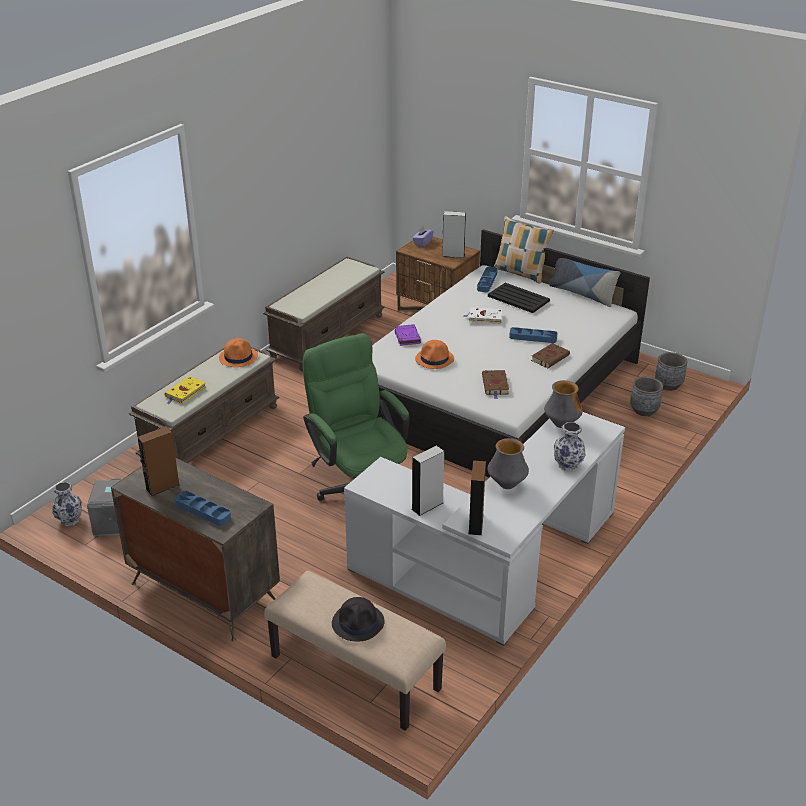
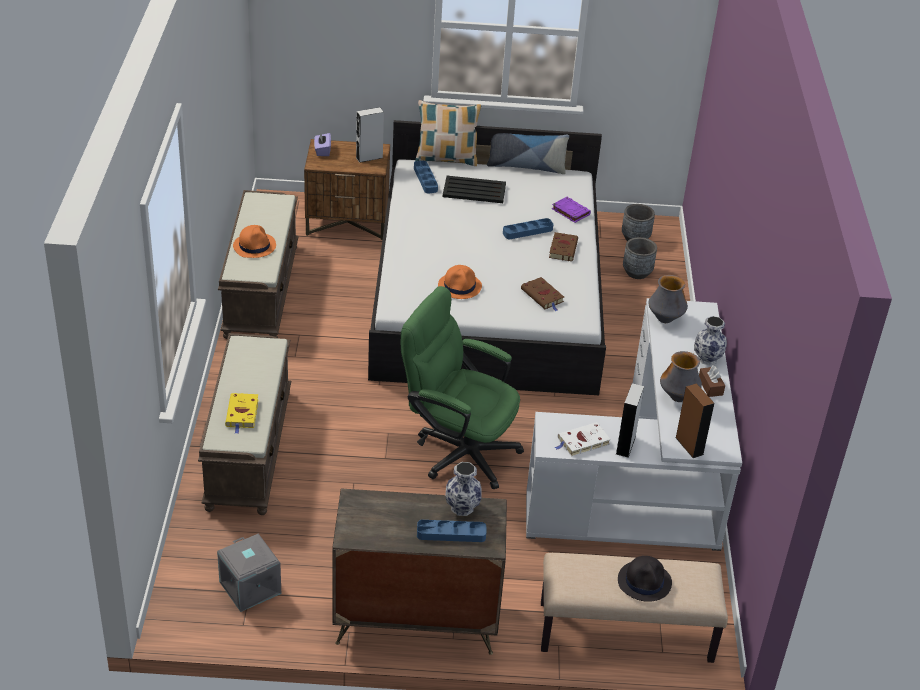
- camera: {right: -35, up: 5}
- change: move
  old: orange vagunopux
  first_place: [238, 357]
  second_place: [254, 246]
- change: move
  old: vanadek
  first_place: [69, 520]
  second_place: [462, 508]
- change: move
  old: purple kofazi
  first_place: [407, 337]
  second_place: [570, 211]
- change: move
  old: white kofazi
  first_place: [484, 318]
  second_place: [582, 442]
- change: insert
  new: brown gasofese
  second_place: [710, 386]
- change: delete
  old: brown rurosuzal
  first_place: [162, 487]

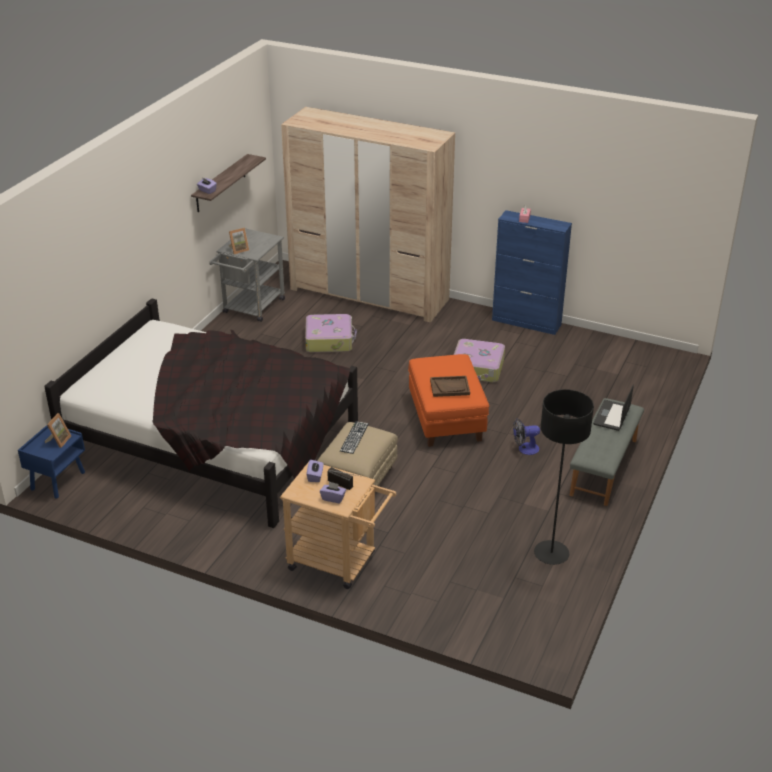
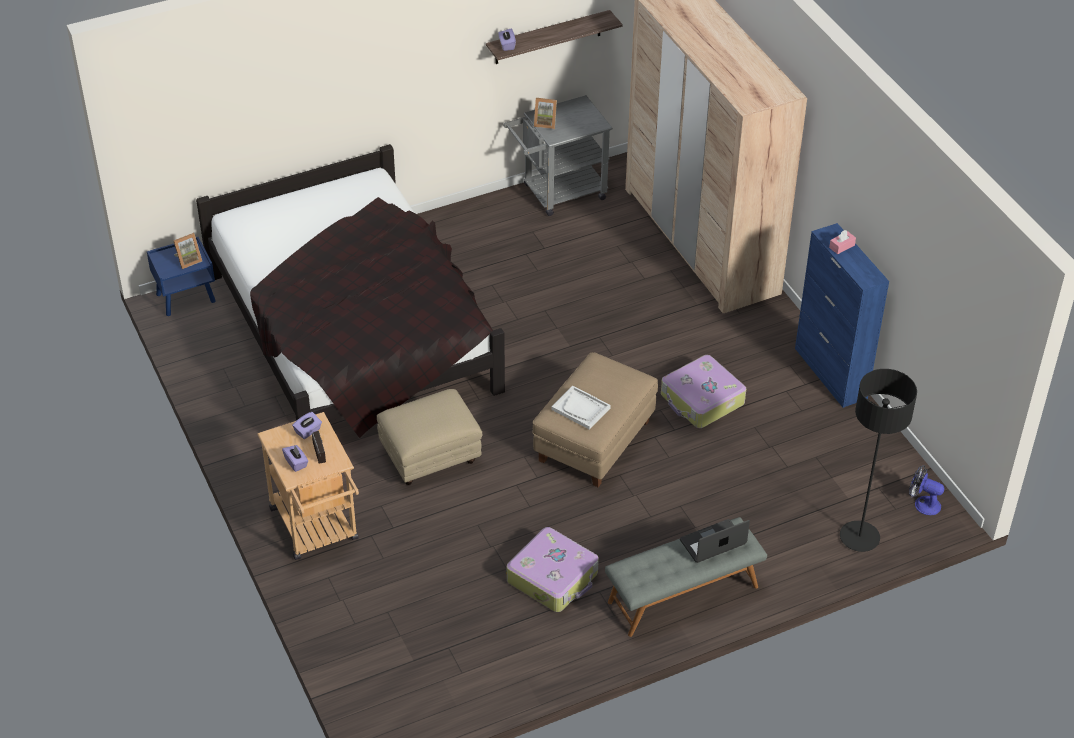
- camera: {right: 40, up: 10}
- change: move
  old: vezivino
  first_place: [329, 340]
  second_place: [553, 577]
- change: recolor
  old: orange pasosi
  new: beige pasosi
  first_place: [446, 419]
  second_place: [594, 441]
- change: recolor
  old: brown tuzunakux
  new: white tuzunakux
  first_place: [450, 387]
  second_place: [581, 409]
- change: move
  old: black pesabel
  first_place: [551, 554]
  second_place: [859, 537]
- change: move
  old: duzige
  first_place: [524, 449]
  second_place: [922, 504]
- change: delete
  old: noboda
  first_place: [354, 437]

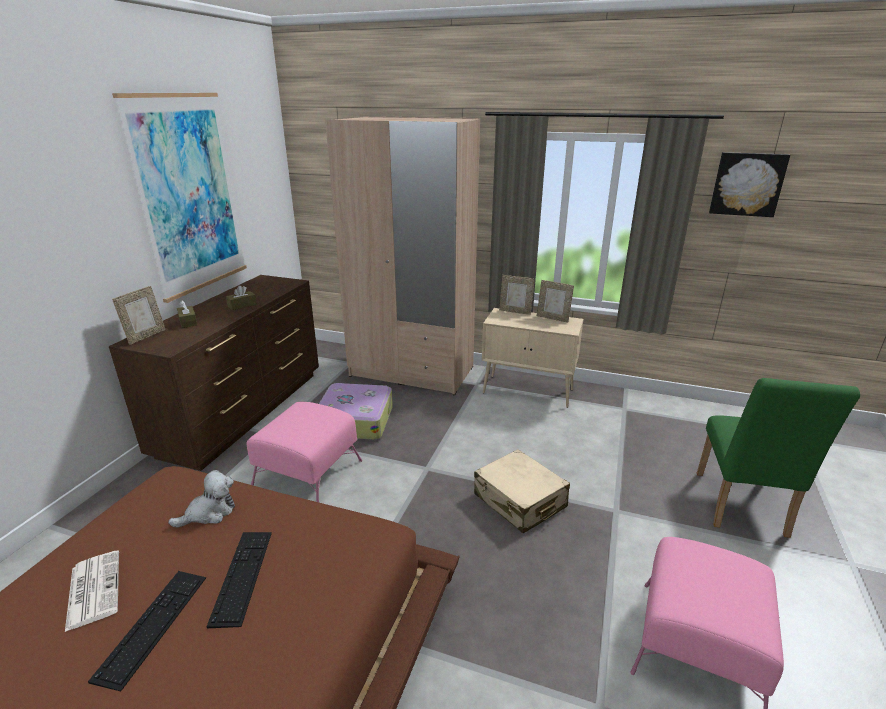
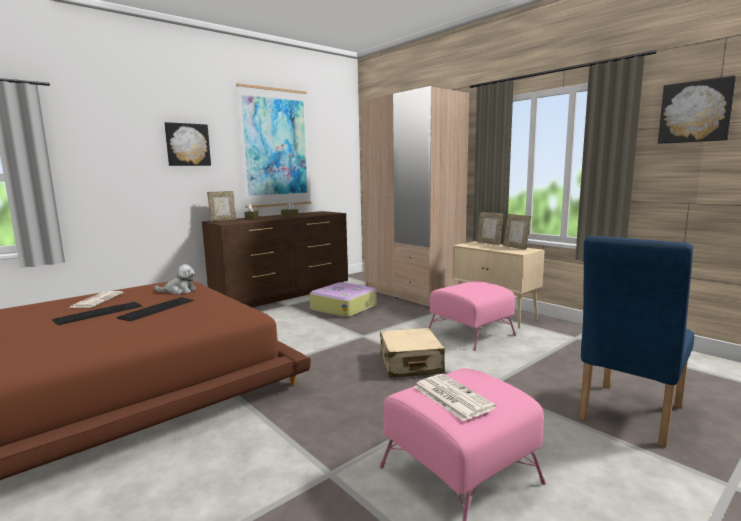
- camera: {right: 30, up: -15}
- change: insert
  new: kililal
  second_place: [187, 144]
- change: insert
  new: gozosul
  second_place: [451, 397]
- change: move
  old: pink pasosi
  first_place: [309, 472]
  second_place: [471, 333]
- change: recolor
  old: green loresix
  new: blue loresix
  first_place: [741, 508]
  second_place: [627, 416]

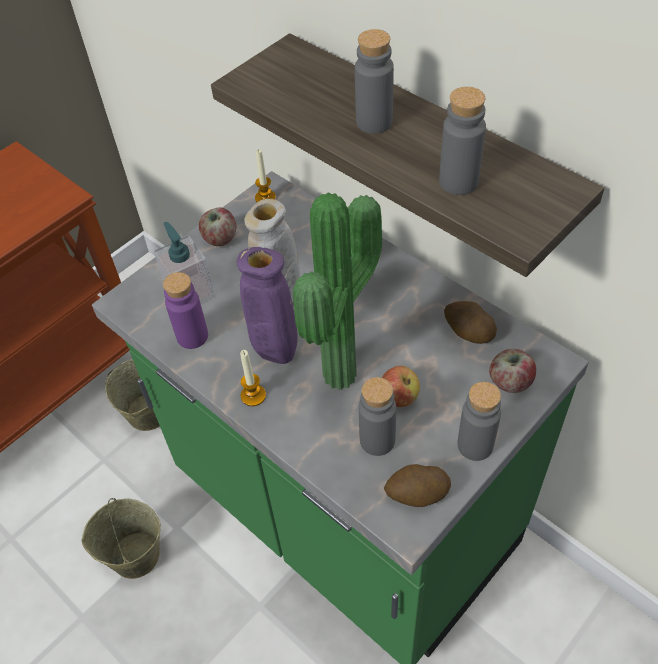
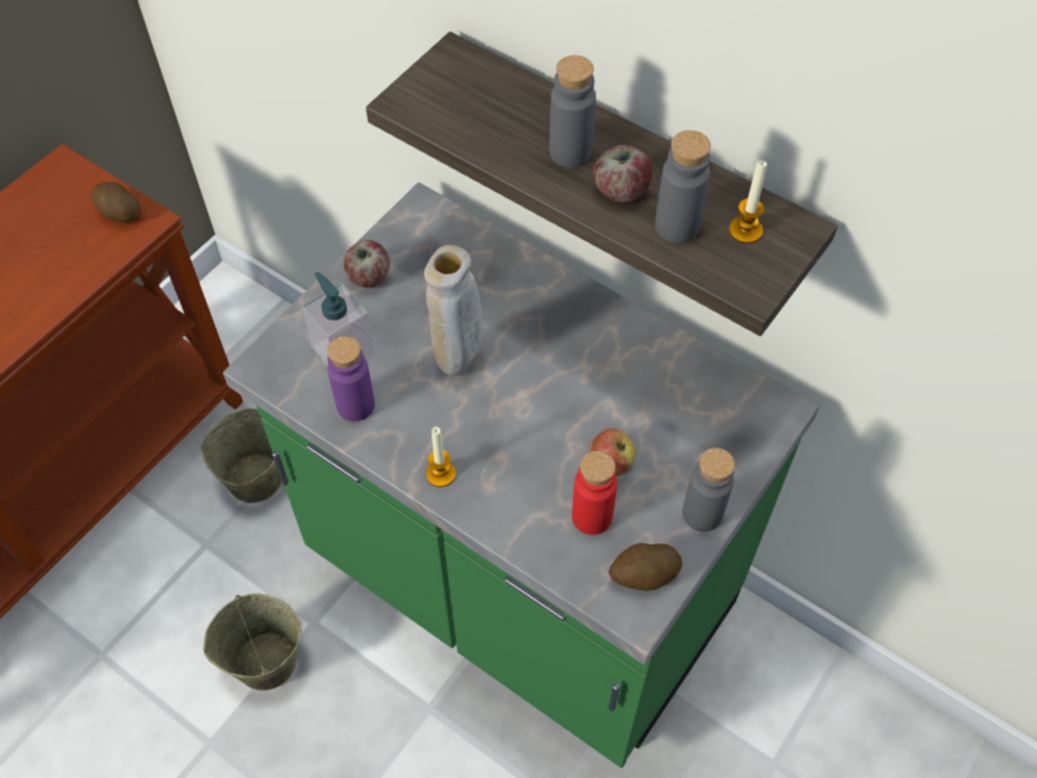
- camera: {right: -10, up: 5}
- change: move
  old: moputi
  first_place: [468, 332]
  second_place: [119, 213]
- change: recolor
  old: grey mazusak
  new: red mazusak
  first_place: [377, 440]
  second_place: [592, 516]
- change: move
  old: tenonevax
  first_place: [510, 382]
  second_place: [621, 191]
- change: move
  old: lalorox
  first_place: [265, 198]
  second_place: [745, 230]
- change: delete
  old: purple vanadek
  first_place: [276, 356]
- change: delete
  old: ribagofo
  first_place: [346, 377]

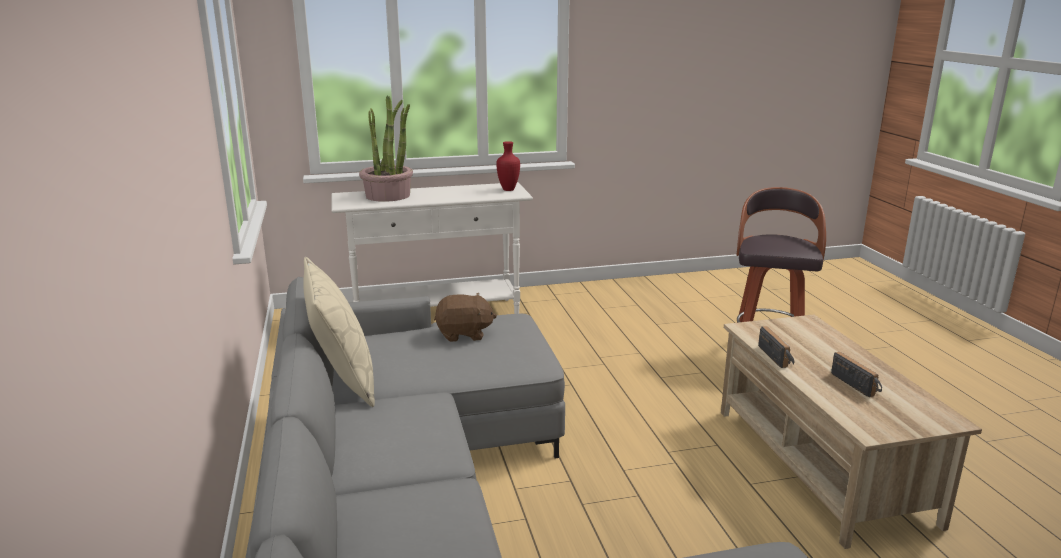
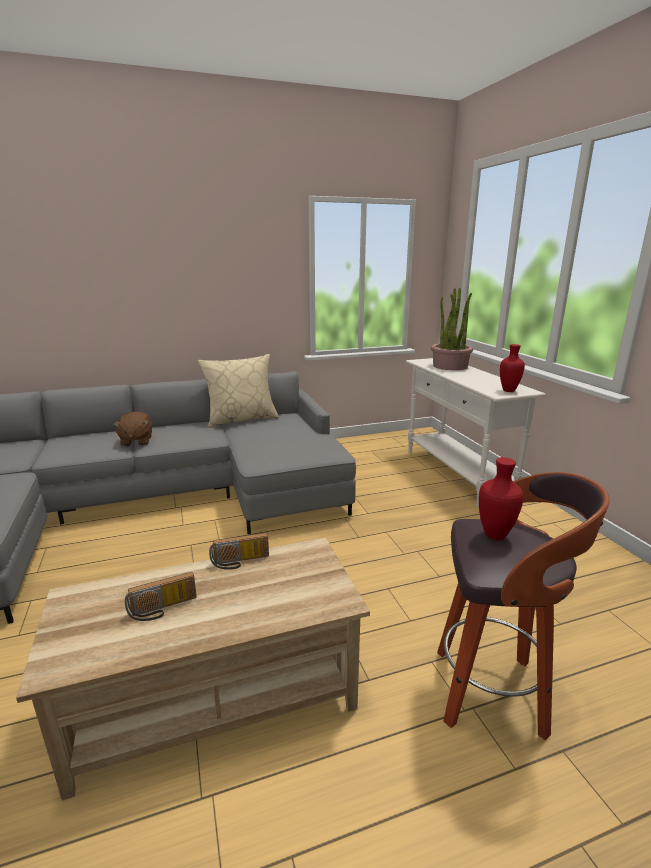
- camera: {right: 85, up: 0}
- change: move
  old: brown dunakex
  first_place: [464, 334]
  second_place: [136, 441]
- change: insert
  new: red vanadek
  second_place: [494, 535]

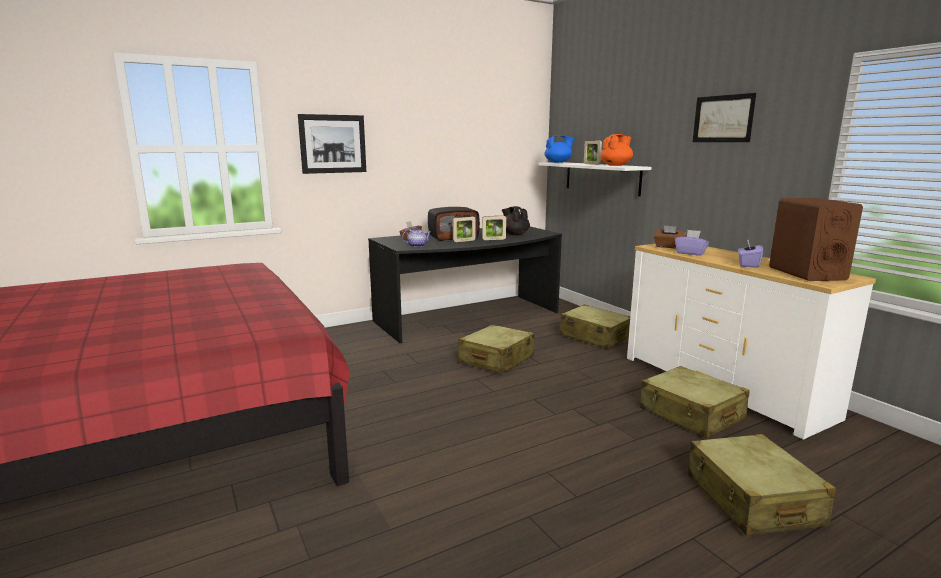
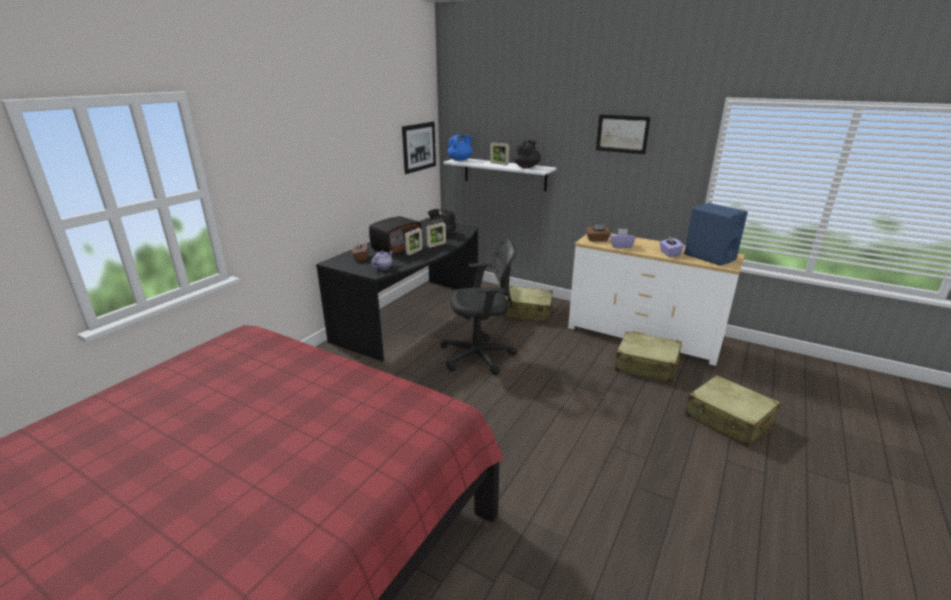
- camera: {right: -30, up: 10}
- change: move
  old: kililal
  first_place: [333, 144]
  second_place: [419, 147]
- change: replace
  old: beige vezivino
  new: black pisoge
  first_place: [496, 360]
  second_place: [480, 356]
- change: recolor
  old: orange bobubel
  new: black bobubel
  first_place: [616, 165]
  second_place: [527, 167]
- change: recolor
  old: brown rurosuzal
  new: blue rurosuzal
  first_place: [806, 273]
  second_place: [709, 257]

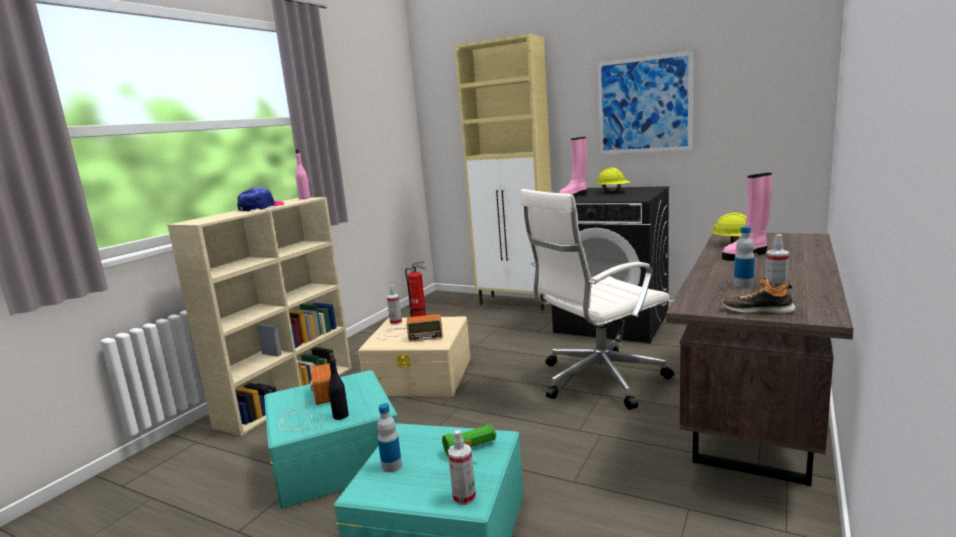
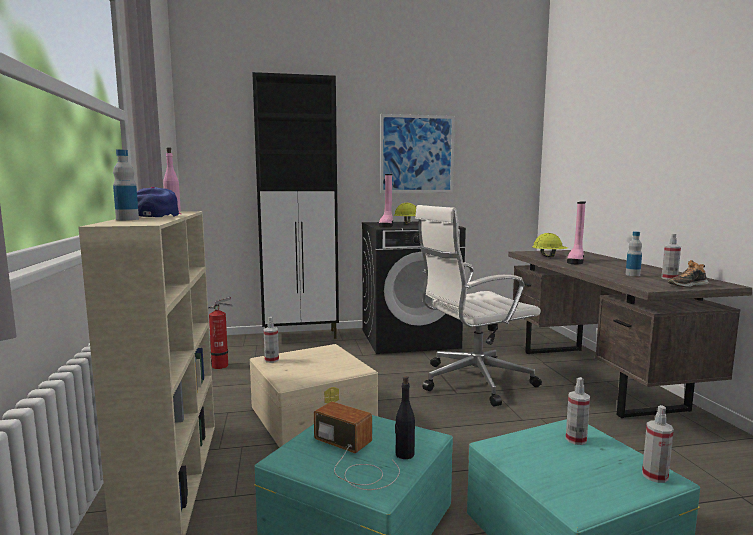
- camera: {right: -40, up: -5}
- change: move
  old: mazusak
  first_place: [391, 466]
  second_place: [127, 219]
- change: recolor
  old: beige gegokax
  new: black gegokax
  first_place: [517, 303]
  second_place: [302, 336]
- change: rotate
  old: white pisoge
  first_place: [597, 380]
  second_place: [472, 381]
  degrees: 45
- change: replace
  old: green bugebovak
  new: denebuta
  first_place: [471, 448]
  second_place: [576, 439]
- change: delete
  old: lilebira
  first_place: [408, 335]

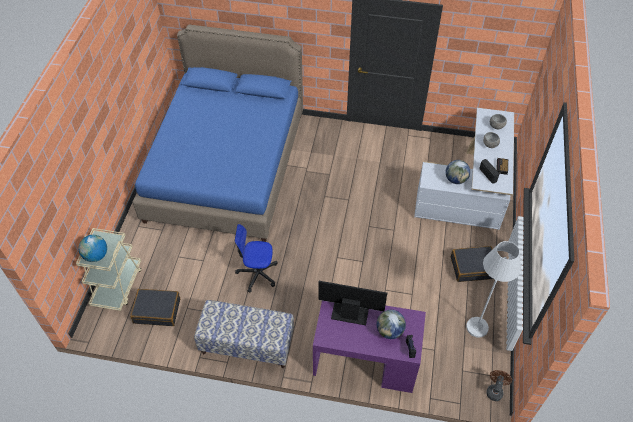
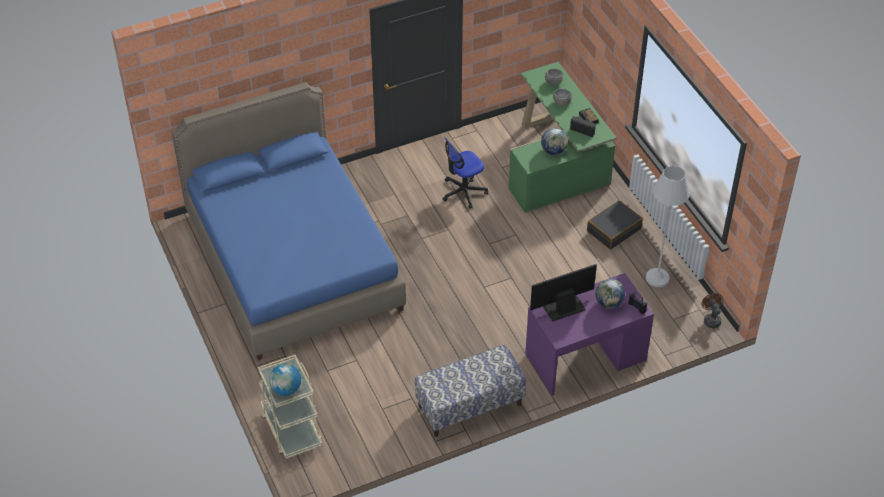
- camera: {right: -35, up: -5}
- change: move
  old: pisoge
  first_place: [257, 273]
  second_place: [463, 192]
- change: recolor
  old: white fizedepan
  new: green fizedepan
  first_place: [470, 193]
  second_place: [557, 164]
- change: delete
  old: black vezivino
  first_place: [157, 310]

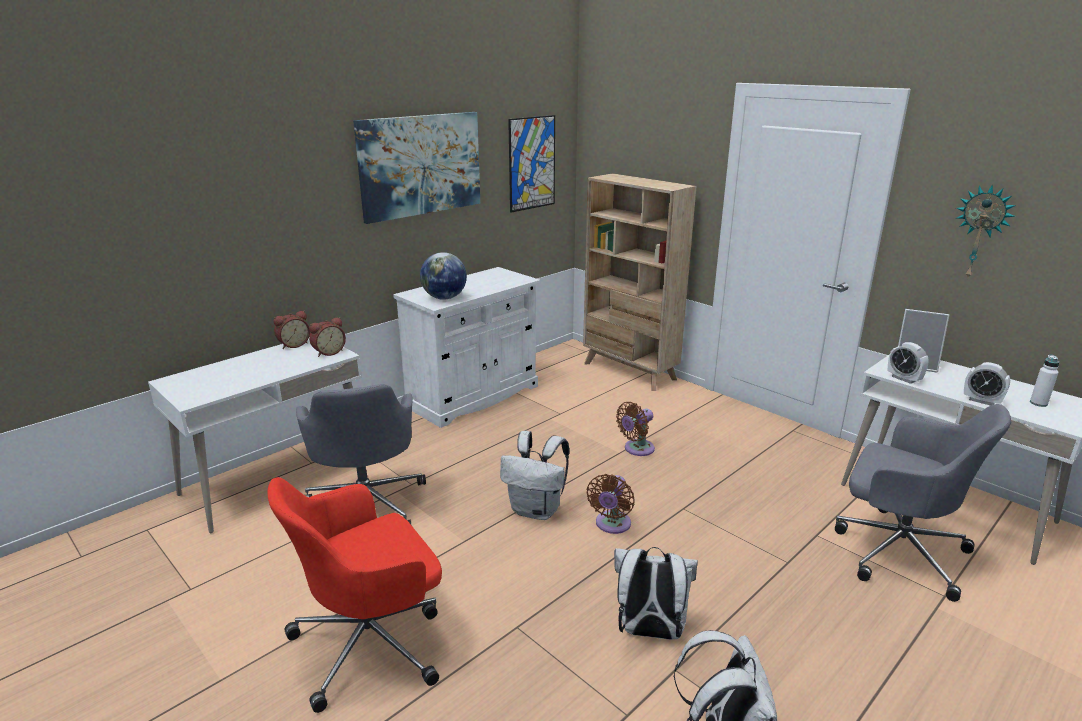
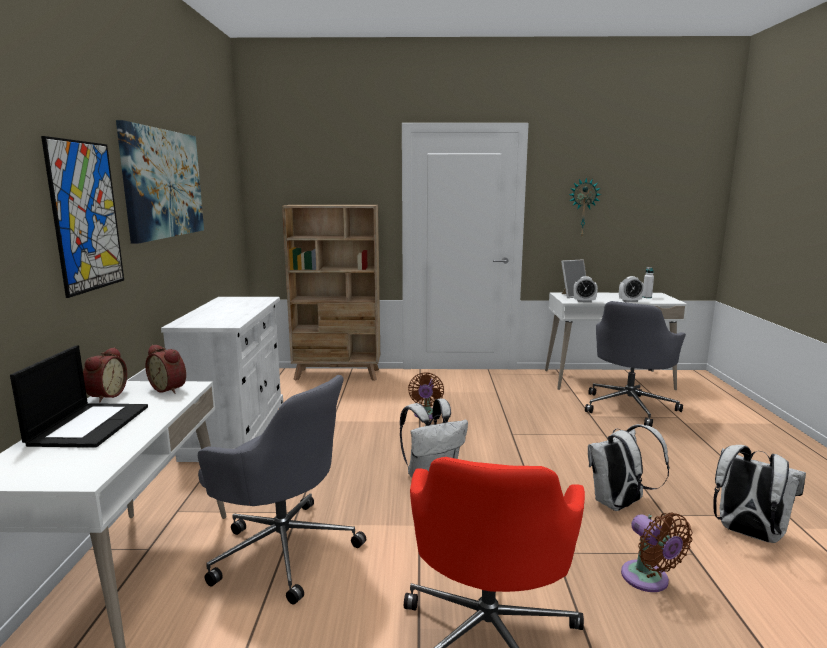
- camera: {right: -45, up: -10}
- change: insert
  new: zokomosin
  second_place: [89, 425]
- change: move
  old: kililal
  first_place: [532, 163]
  second_place: [86, 216]
- change: rotate
  old: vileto
  first_place: [328, 352]
  second_place: [170, 388]
  degrees: 120
- change: rotate
  old: grey pisoge
  first_place: [897, 550]
  second_place: [629, 407]
  degrees: 135
- change: move
  old: brown duzige
  first_place: [611, 525]
  second_place: [648, 580]
- change: delete
  old: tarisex
  first_place: [444, 298]

